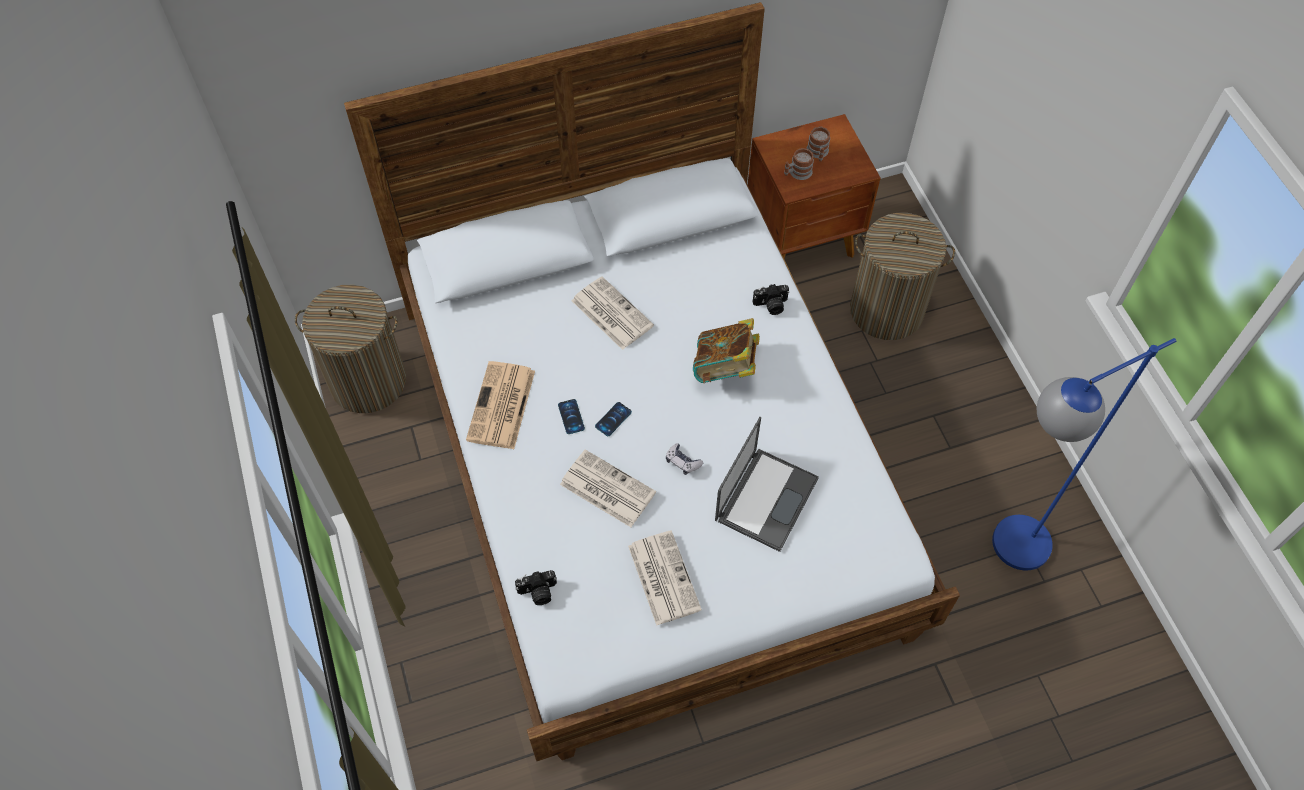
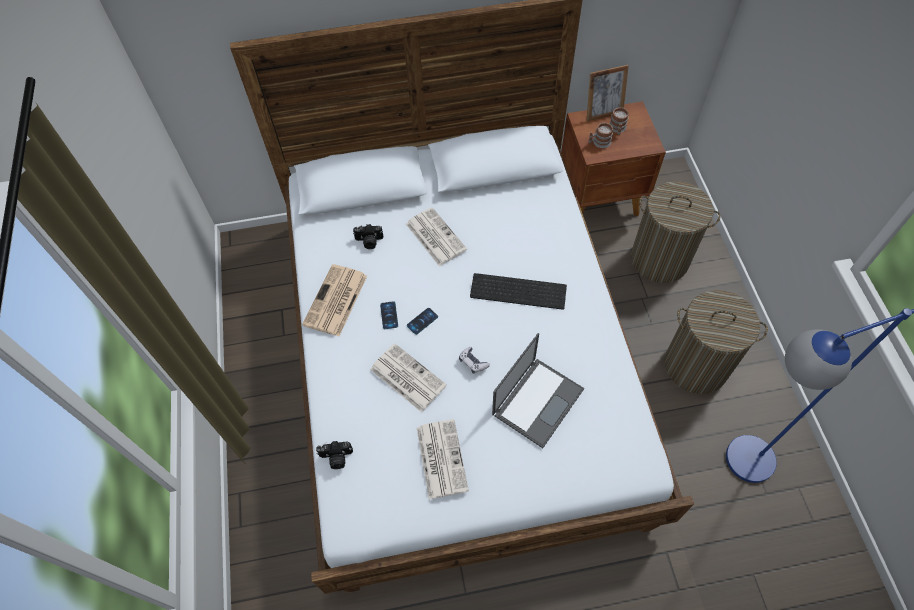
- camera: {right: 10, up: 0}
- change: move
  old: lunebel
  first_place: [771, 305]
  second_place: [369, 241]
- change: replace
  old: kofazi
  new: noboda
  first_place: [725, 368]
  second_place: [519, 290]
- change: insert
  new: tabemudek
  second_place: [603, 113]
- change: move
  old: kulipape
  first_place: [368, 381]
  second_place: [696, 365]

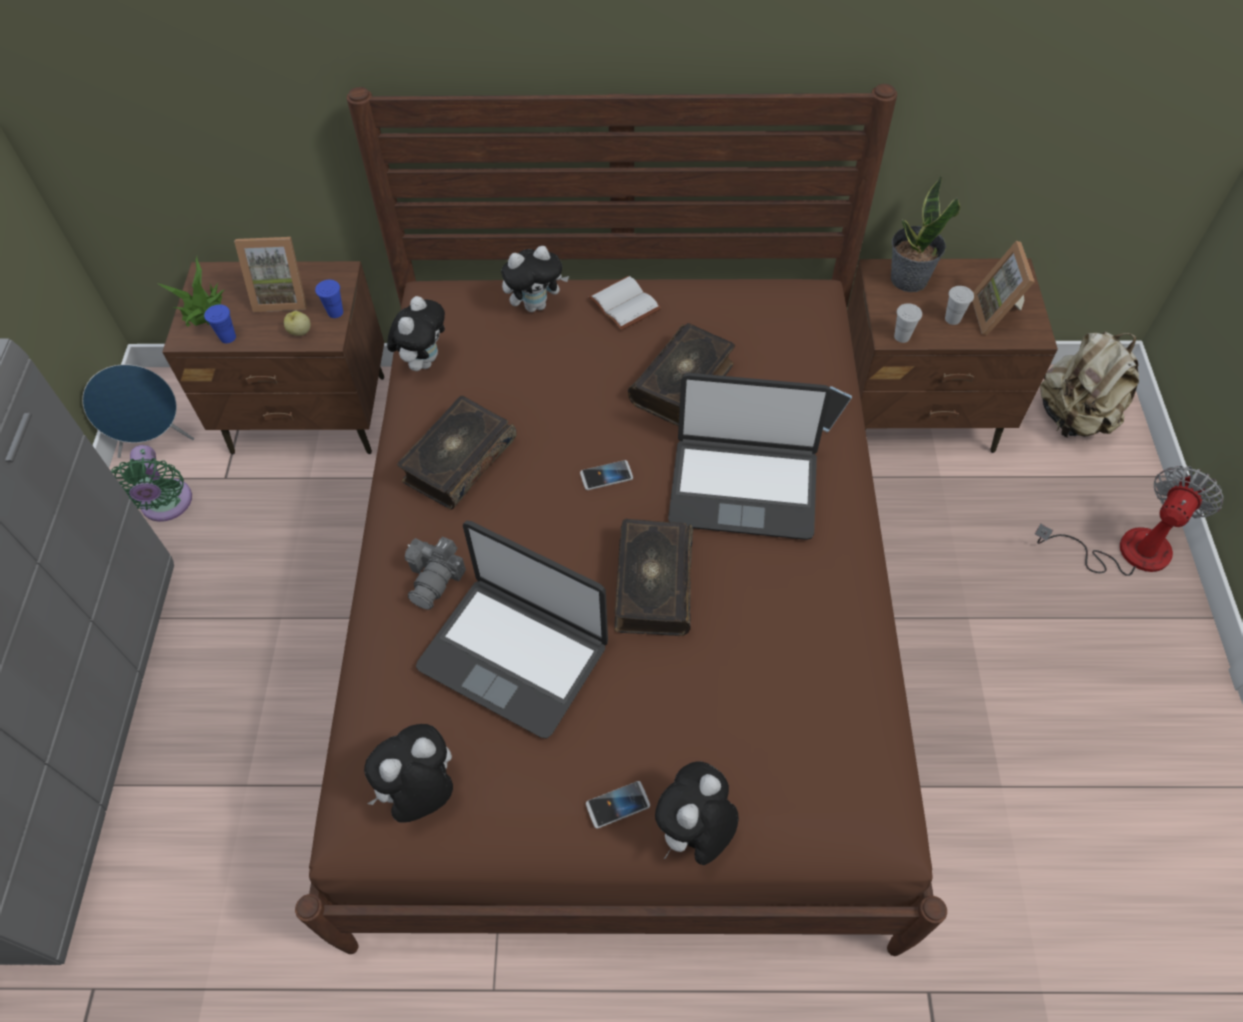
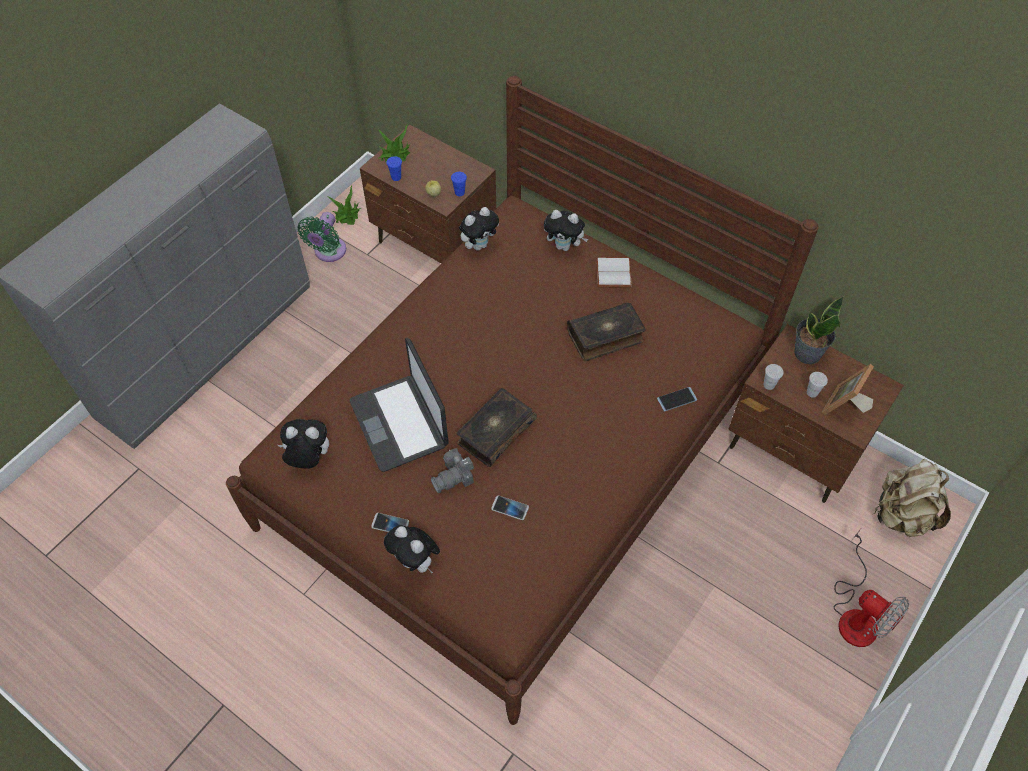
- camera: {right: 35, up: 0}
- change: replace
  old: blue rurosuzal
  new: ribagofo
  first_place: [156, 442]
  second_place: [347, 214]
- change: rotate
  old: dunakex
  first_place: [694, 832]
  second_place: [415, 562]
  degrees: -120
- change: move
  old: lunebel
  first_place: [435, 578]
  second_place: [454, 477]
- change: move
  old: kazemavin
  first_place: [606, 476]
  second_place: [510, 508]
- change: rotate
  old: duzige
  first_place: [1125, 550]
  second_place: [856, 614]
  degrees: 60
- change: delete
  old: tabemudek
  first_place: [282, 296]
- change: delete
  old: kofazi
  first_place: [458, 460]
- change: delete
  old: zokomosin
  first_place: [743, 487]

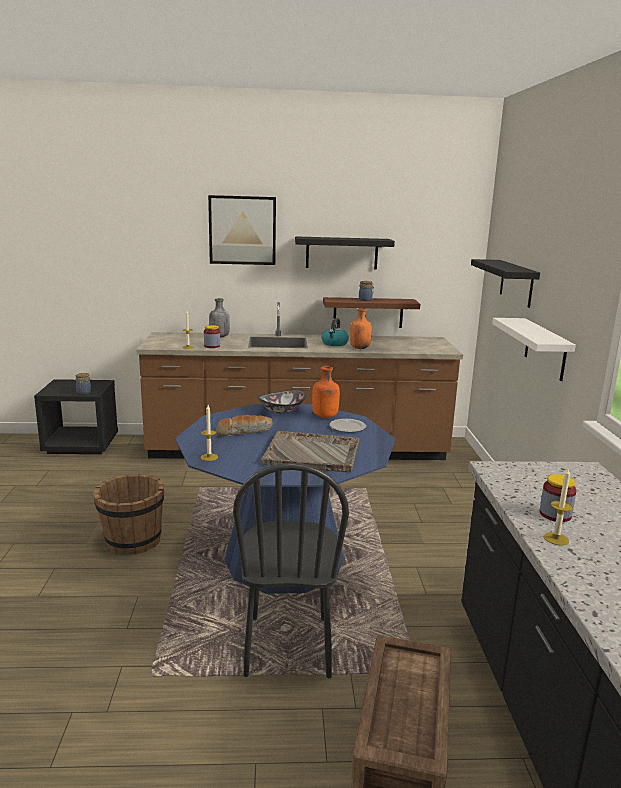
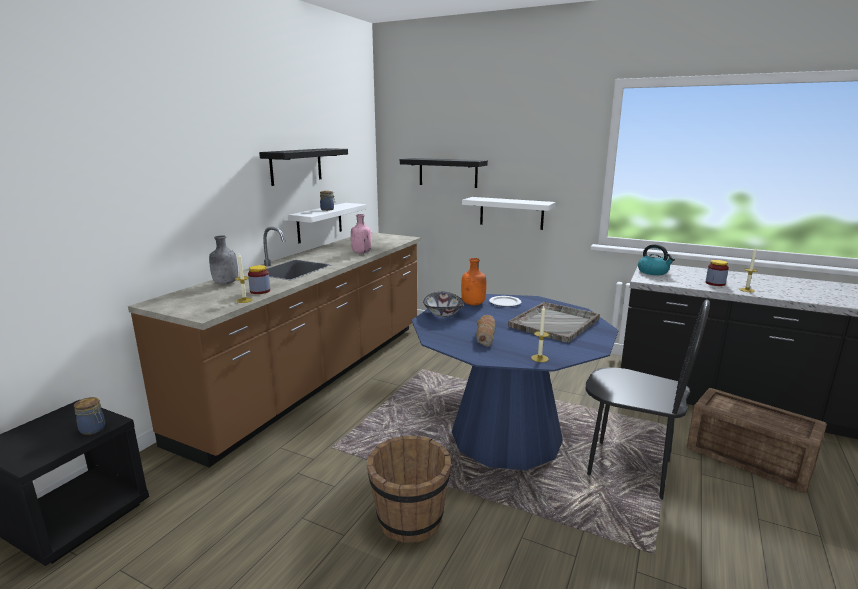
- camera: {right: -60, up: 0}
- change: recolor
  old: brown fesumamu
  new: white fesumamu
  first_place: [368, 312]
  second_place: [319, 222]
- change: recolor
  old: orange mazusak
  new: pink mazusak
  first_place: [359, 348]
  second_place: [361, 253]
- change: move
  old: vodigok
  first_place: [334, 344]
  second_place: [653, 272]
- change: delete
  old: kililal
  first_place: [242, 230]

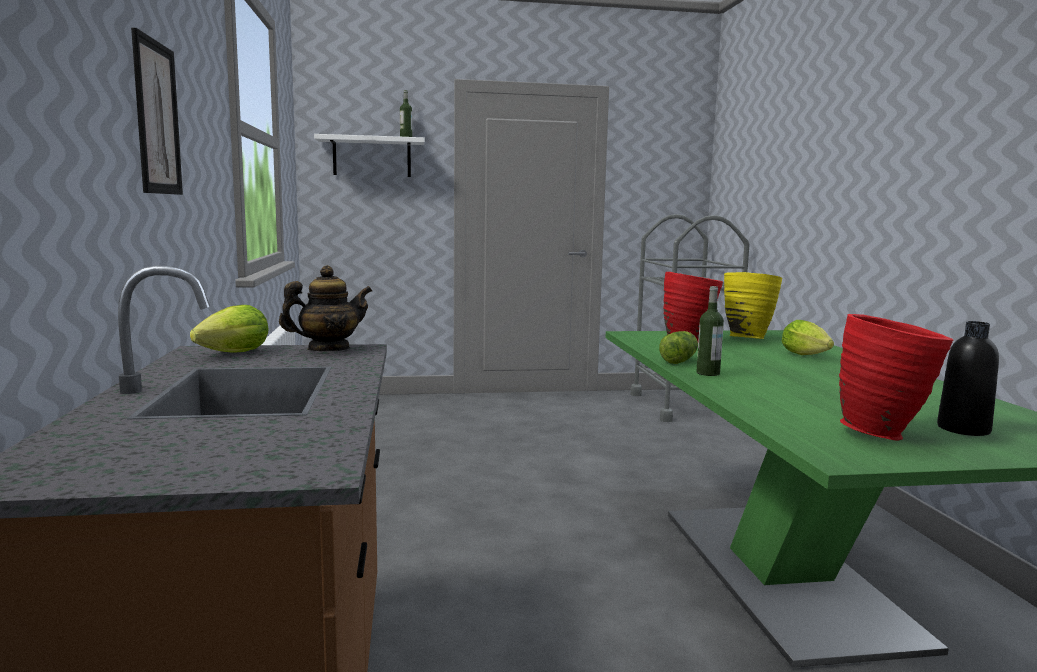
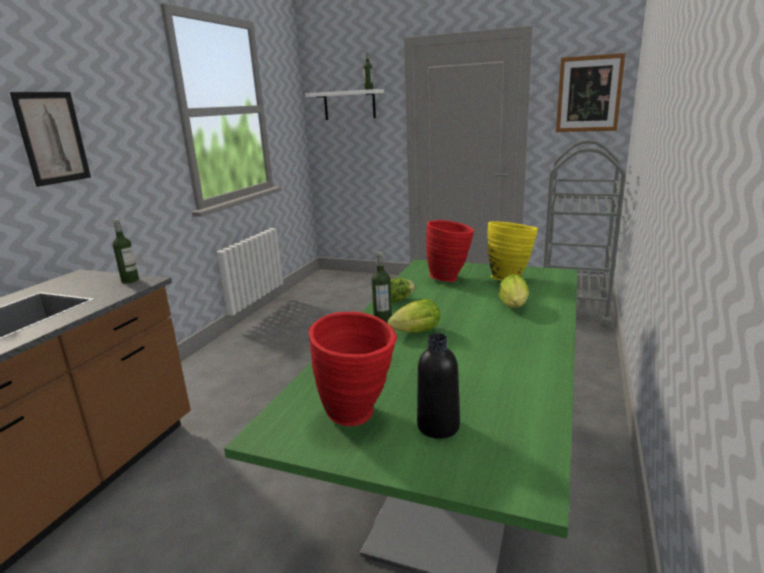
- camera: {right: 30, up: 10}
- change: replace
  old: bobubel
  new: mazusak
  first_place: [328, 349]
  second_place: [130, 280]
- change: move
  old: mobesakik
  first_place: [230, 354]
  second_place: [413, 333]
- change: insert
  new: kililal
  second_place: [589, 94]

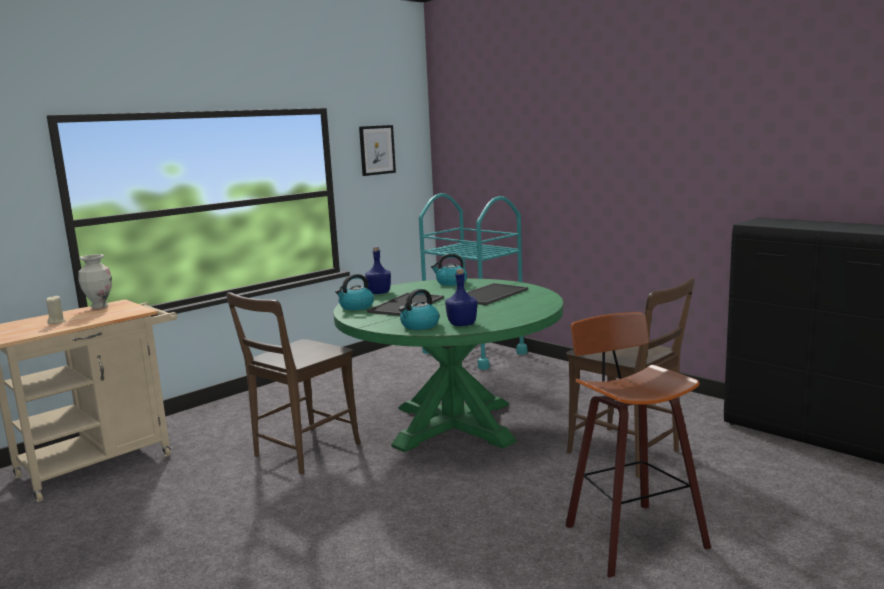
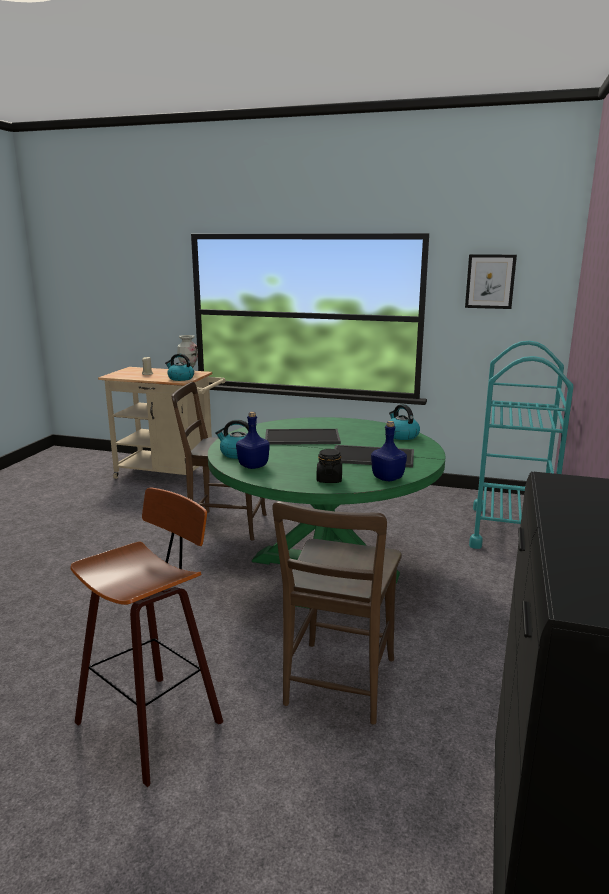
- camera: {right: 60, up: 5}
- change: move
  old: vodigok
  first_place: [356, 307]
  second_place: [180, 378]
- change: insert
  new: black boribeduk
  second_place: [329, 479]
- change: move
  old: blue mazusak
  first_place: [379, 293]
  second_place: [388, 478]

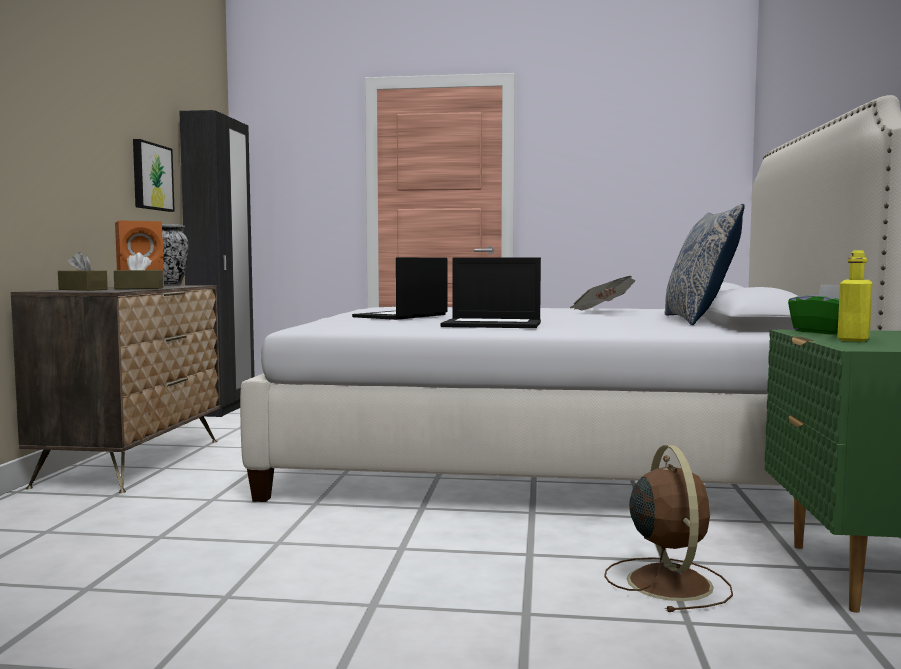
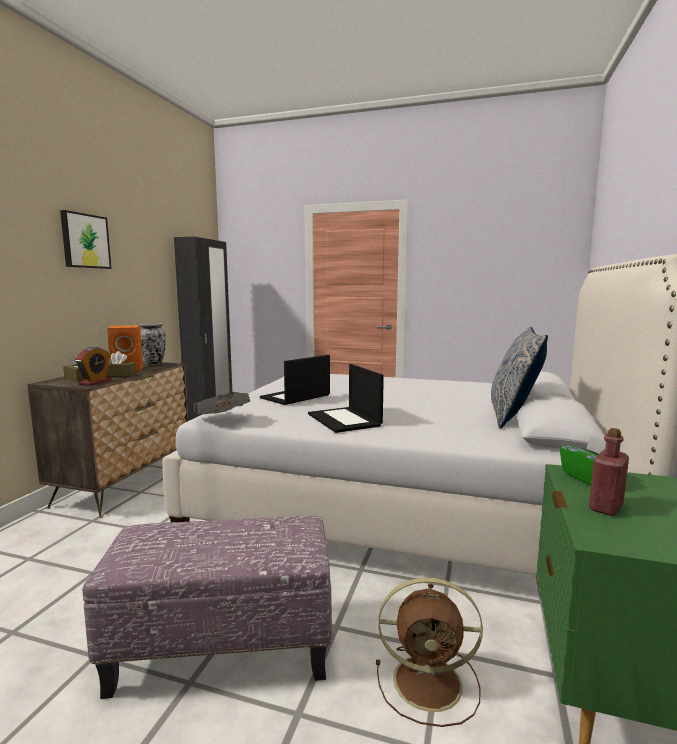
- camera: {right: 10, up: 5}
- change: move
  old: kililal
  first_place: [151, 176]
  second_place: [85, 241]
- change: insert
  new: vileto
  second_place: [95, 382]
- change: insert
  new: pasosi
  second_place: [221, 650]
- change: move
  old: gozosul
  first_place: [601, 312]
  second_place: [222, 419]
- change: rotate
  old: zokomosin
  first_place: [493, 324]
  second_place: [345, 420]
  degrees: 45
- change: rotate
  old: brown duzige
  first_place: [668, 582]
  second_place: [430, 682]
  degrees: 90
- change: recolor
  old: yellow mazusak
  new: red mazusak
  first_place: [853, 339]
  second_place: [606, 507]

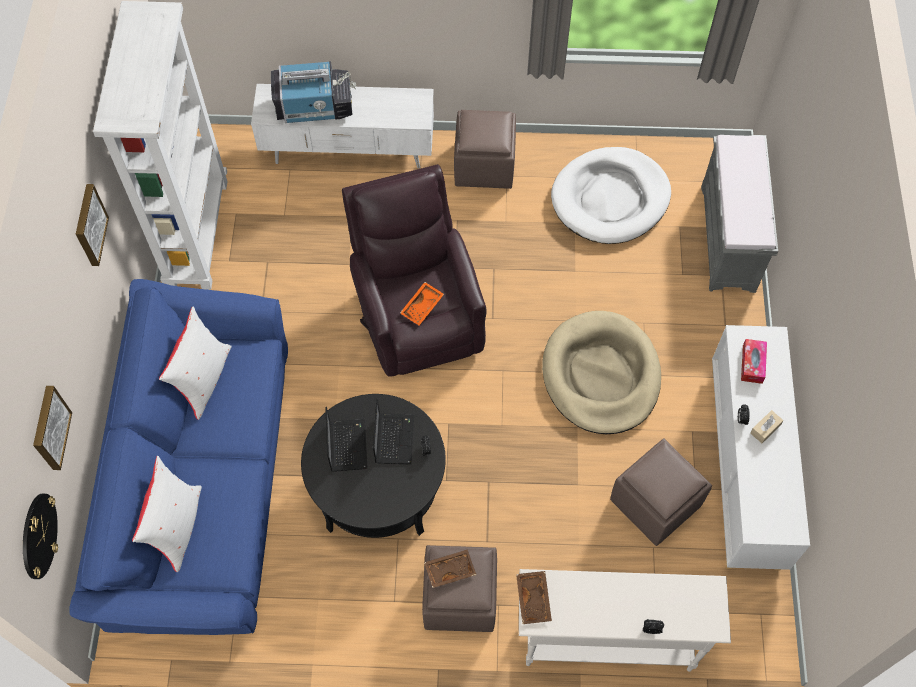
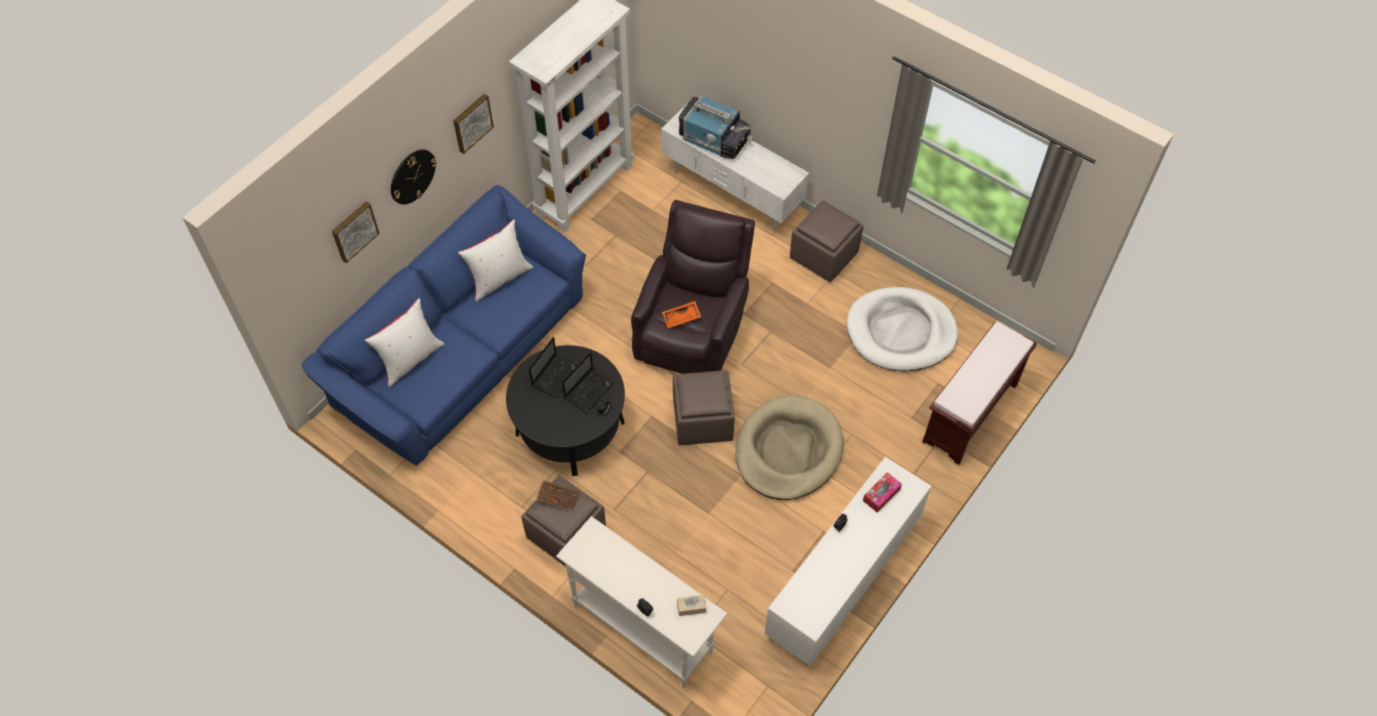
- camera: {right: 35, up: -5}
- change: move
  old: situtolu
  first_place: [38, 536]
  second_place: [412, 176]
- change: move
  old: brown pasosi
  first_place: [656, 503]
  second_place: [703, 421]
- change: move
  old: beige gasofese
  first_place: [765, 429]
  second_place: [691, 607]
- change: recolor
  old: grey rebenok
  new: brown rebenok
  first_place: [728, 239]
  second_place: [970, 414]
- change: delete
  old: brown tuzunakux
  first_place: [534, 599]

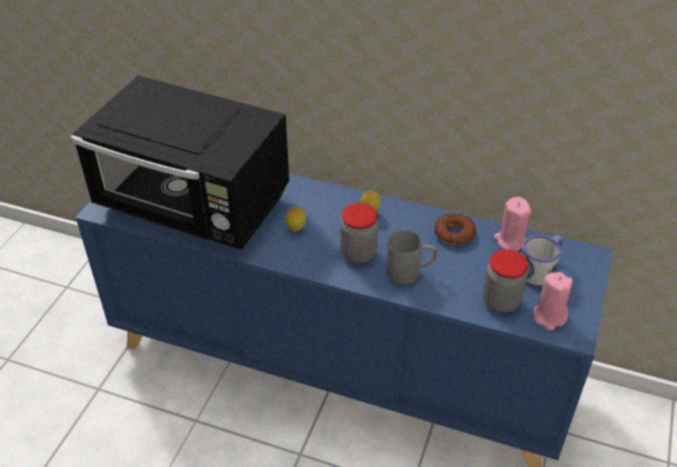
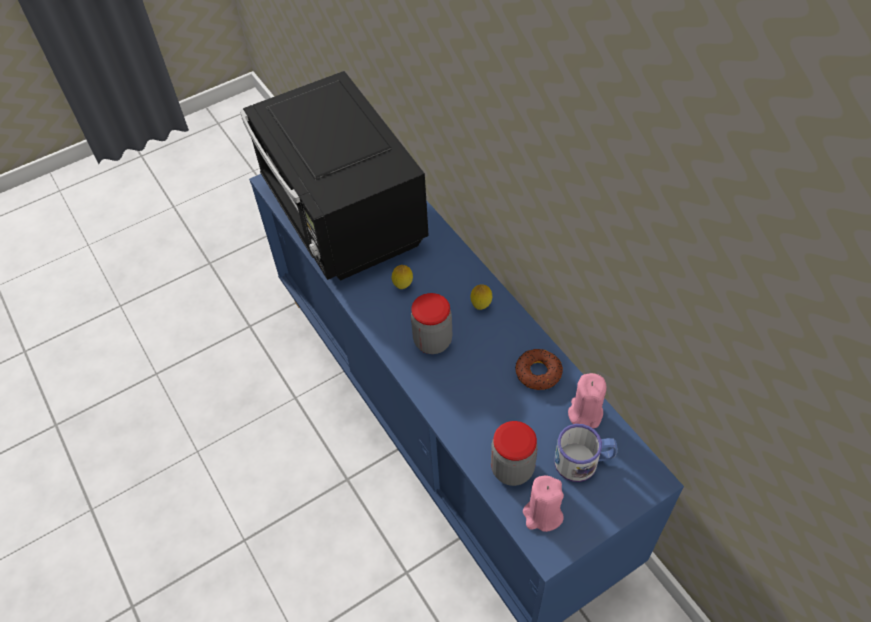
- camera: {right: 40, up: 10}
- change: delete
  old: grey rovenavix
  first_place: [410, 273]

